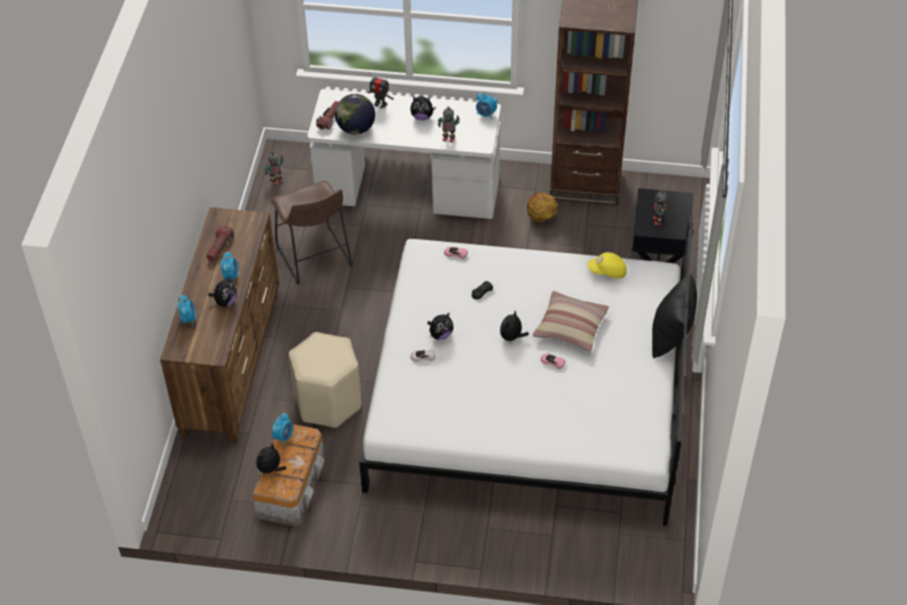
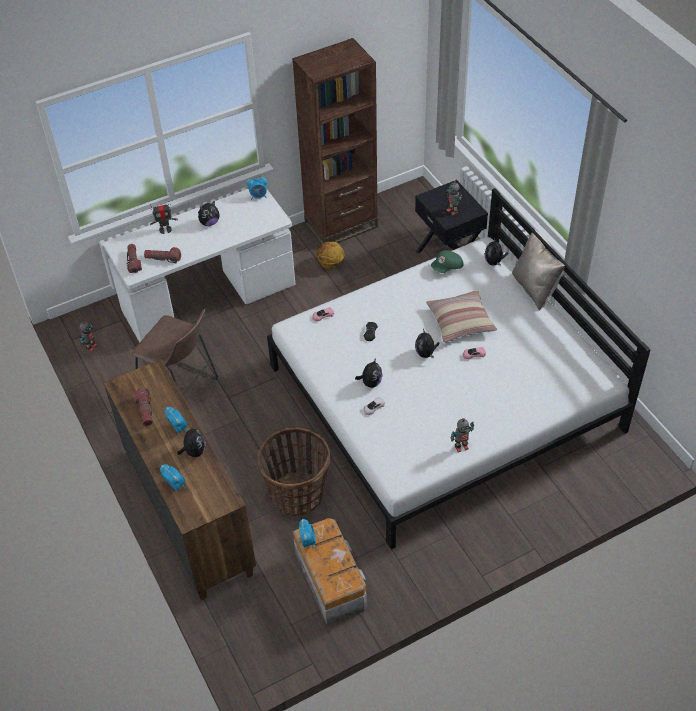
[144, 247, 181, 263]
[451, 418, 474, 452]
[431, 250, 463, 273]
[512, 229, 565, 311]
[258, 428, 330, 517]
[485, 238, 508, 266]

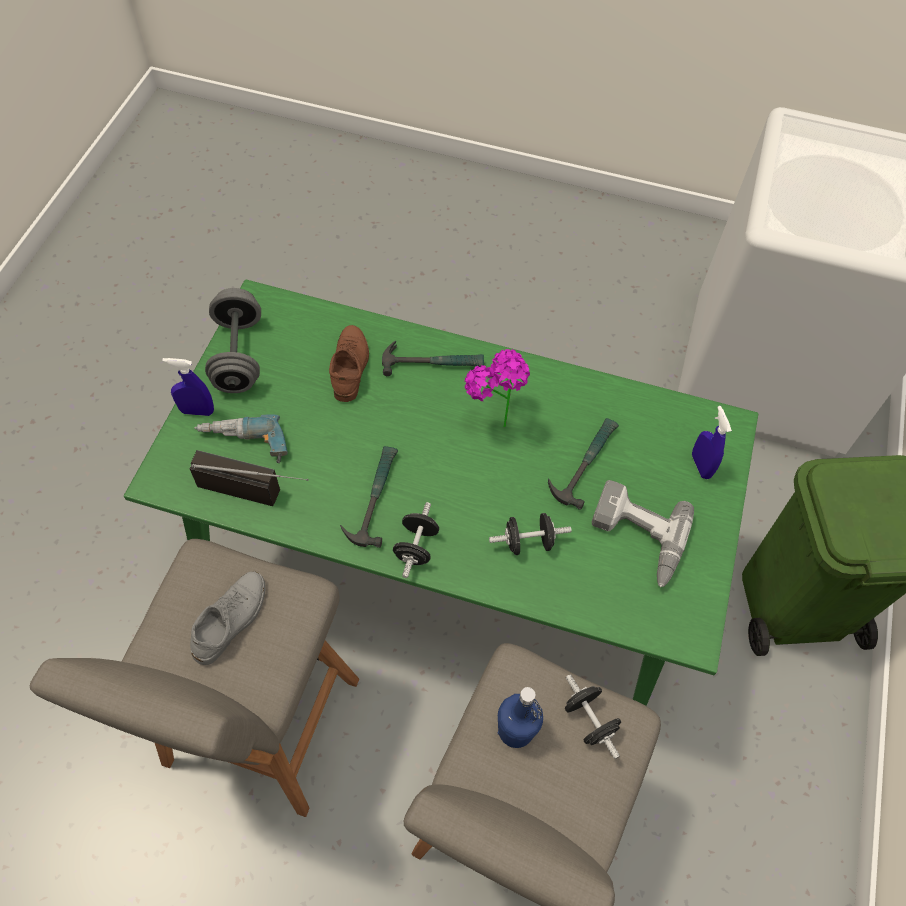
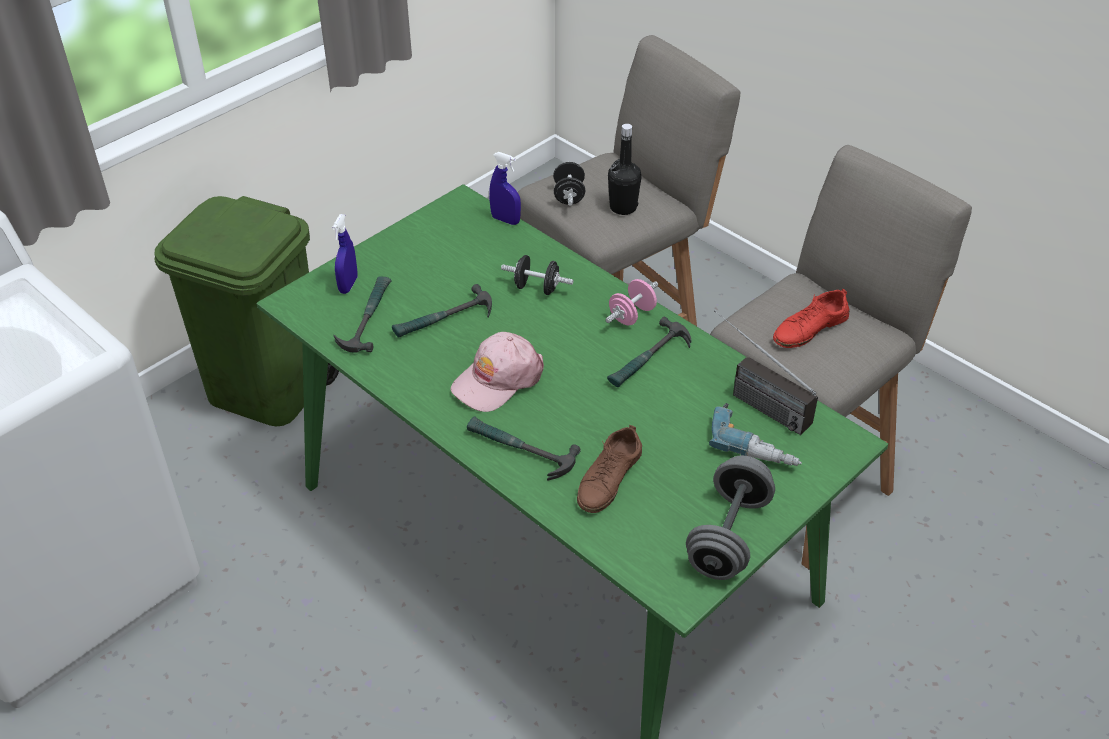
[450, 332, 544, 412]
[489, 152, 521, 225]
[592, 480, 694, 588] (first image)
[605, 279, 658, 325]
[773, 288, 849, 348]
[608, 124, 642, 215]
[333, 276, 391, 353]

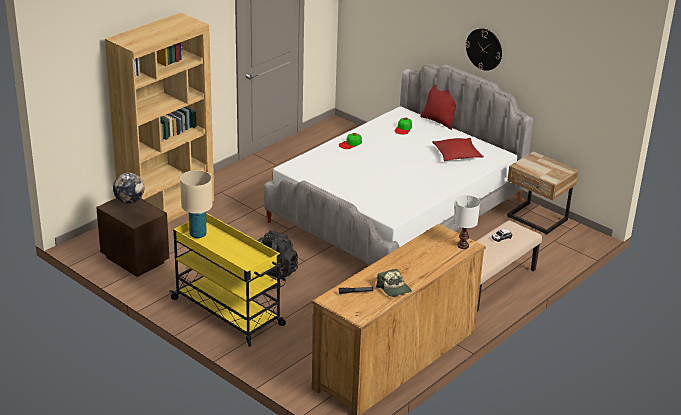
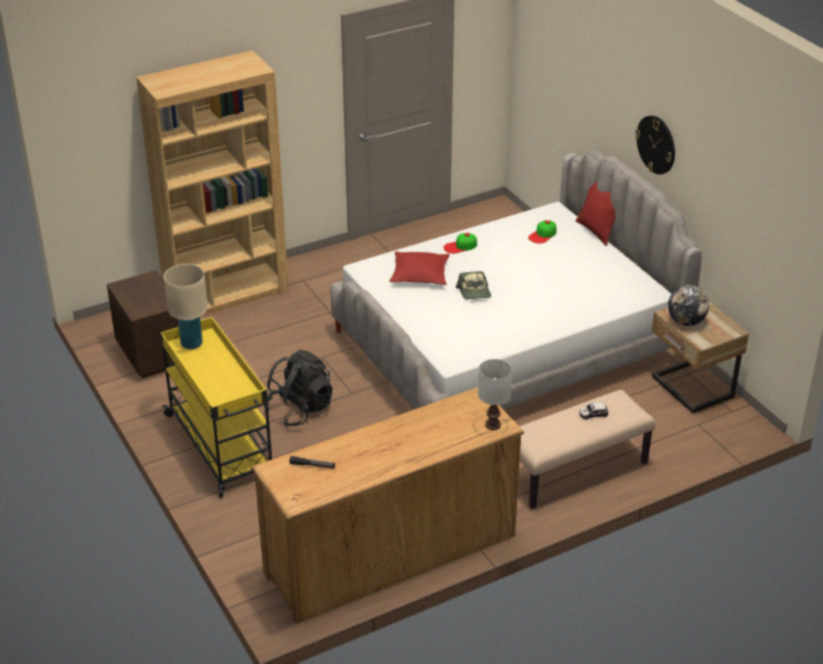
[389, 251, 450, 285]
[668, 285, 709, 326]
[456, 271, 491, 300]

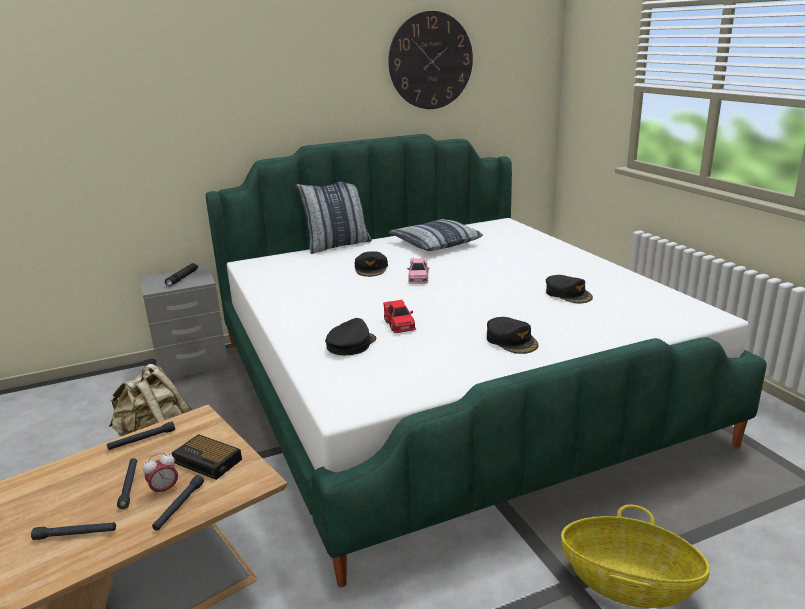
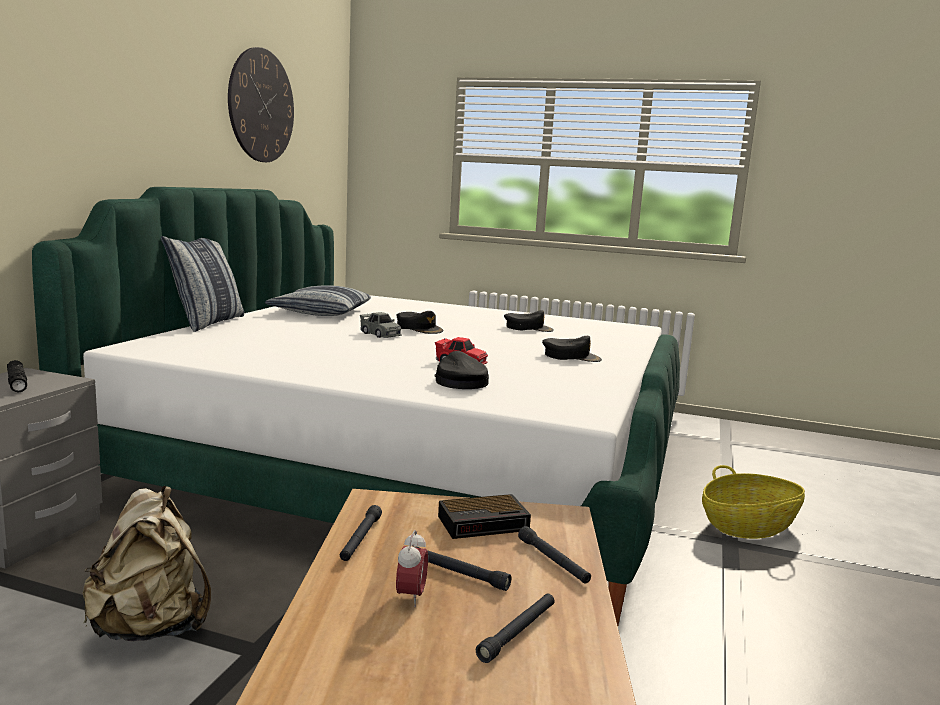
[397, 311, 443, 334]
[360, 312, 402, 338]
[396, 530, 428, 607]

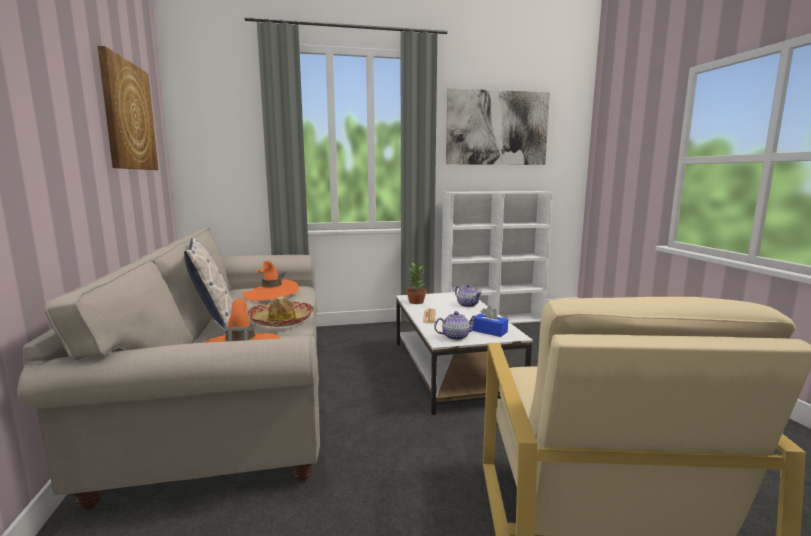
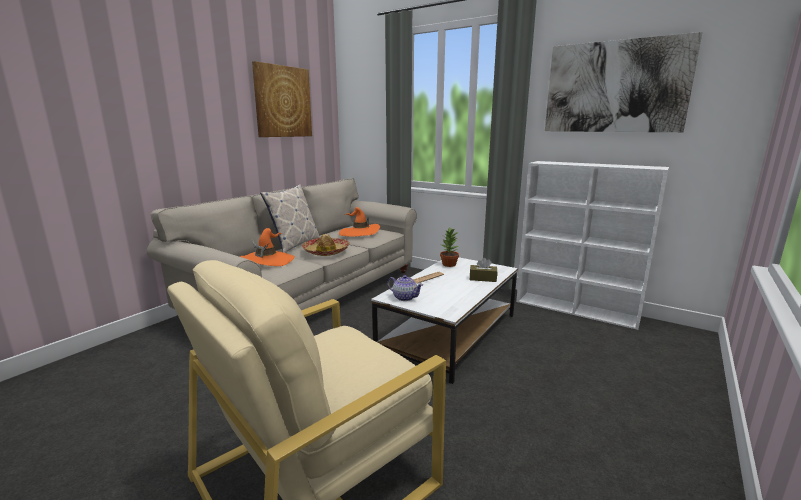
[470, 258, 497, 282]
[472, 306, 508, 337] (first image)

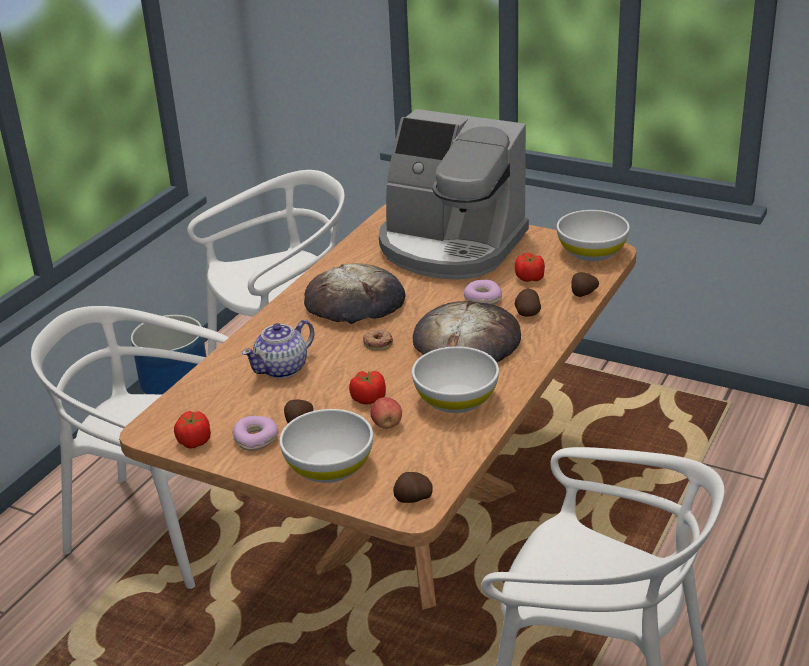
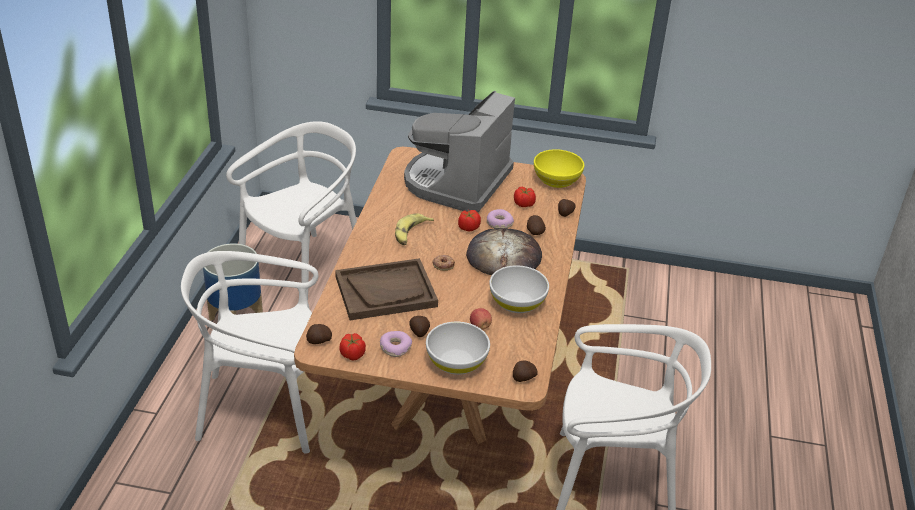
[404, 91, 515, 212]
[534, 149, 584, 188]
[395, 213, 434, 245]
[335, 258, 438, 320]
[458, 210, 481, 232]
[306, 324, 332, 344]

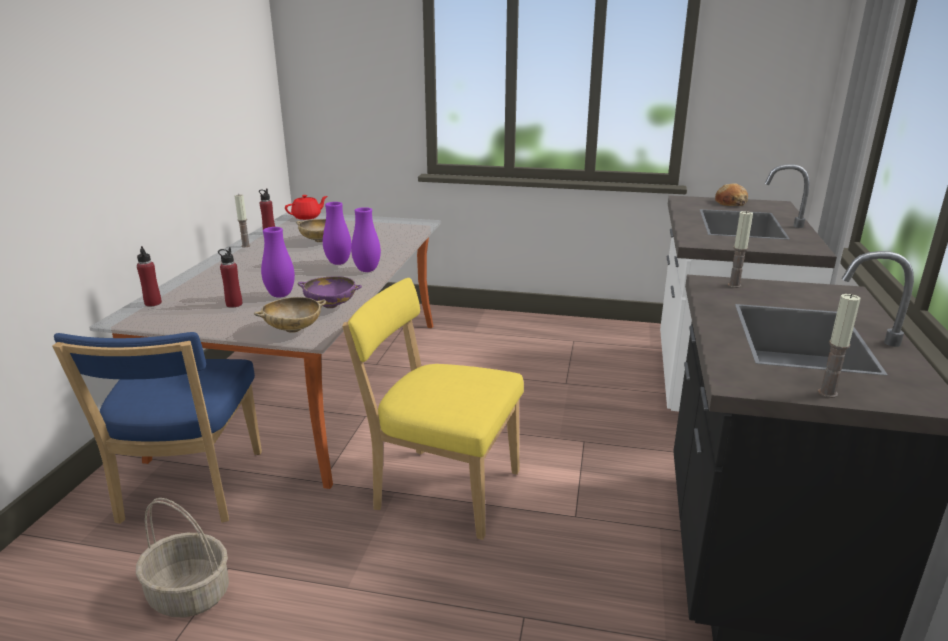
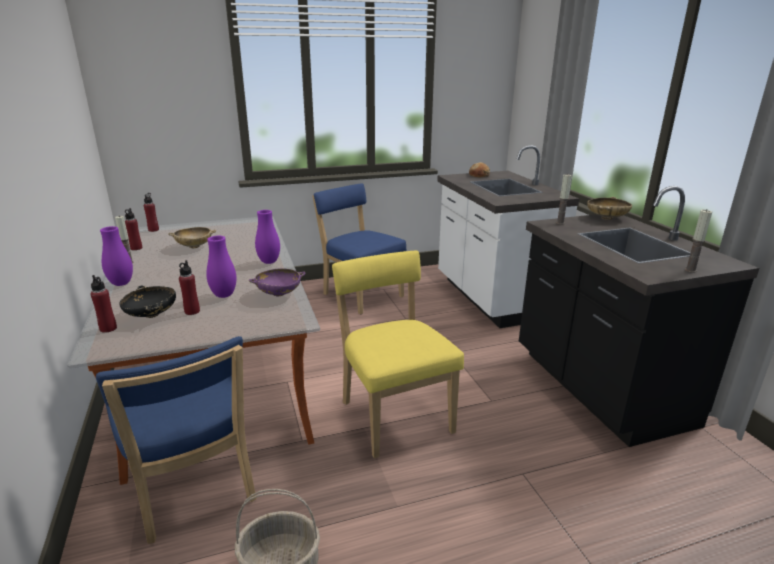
[144, 193, 159, 232]
[100, 226, 133, 286]
[332, 251, 464, 458]
[587, 197, 632, 220]
[312, 183, 406, 314]
[119, 286, 176, 318]

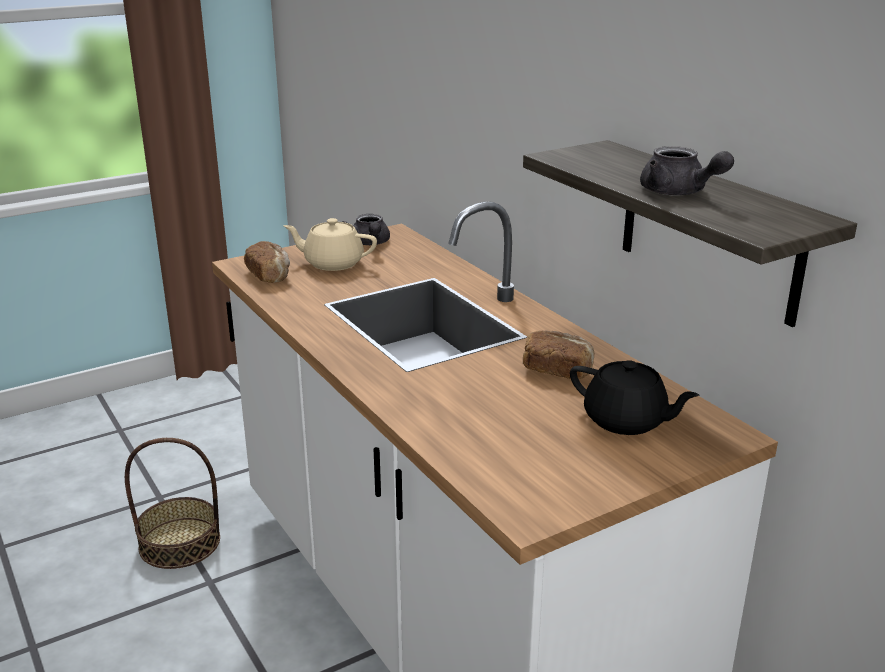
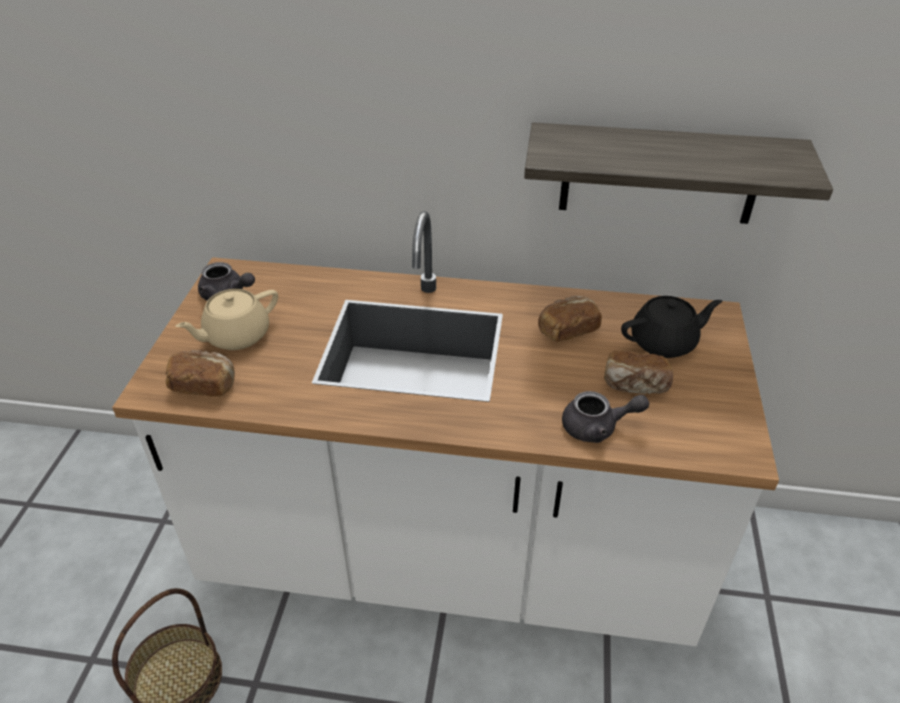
[562, 391, 649, 443]
[604, 351, 673, 394]

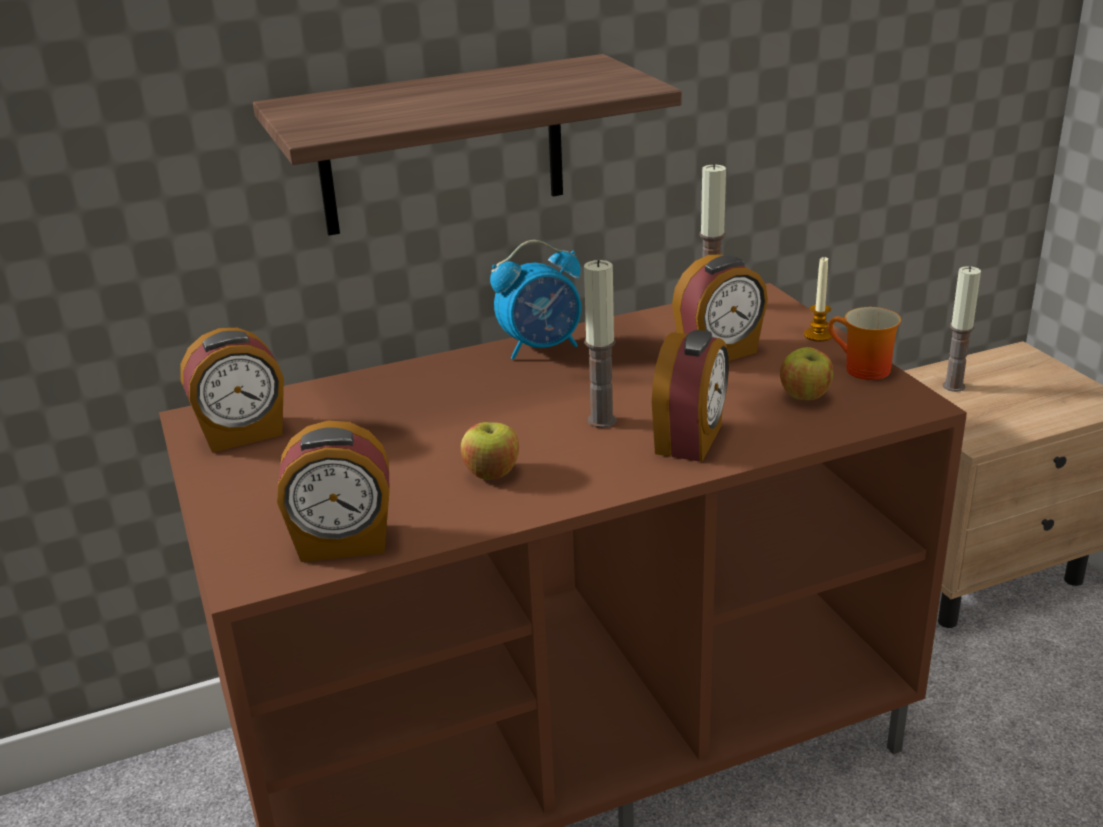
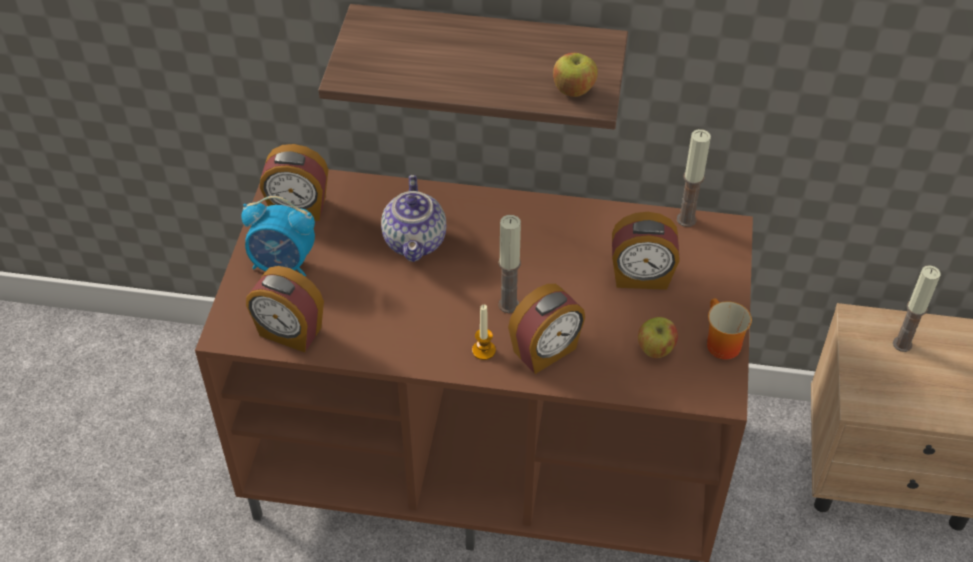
[241, 196, 315, 277]
[472, 305, 496, 360]
[553, 53, 598, 97]
[381, 175, 446, 262]

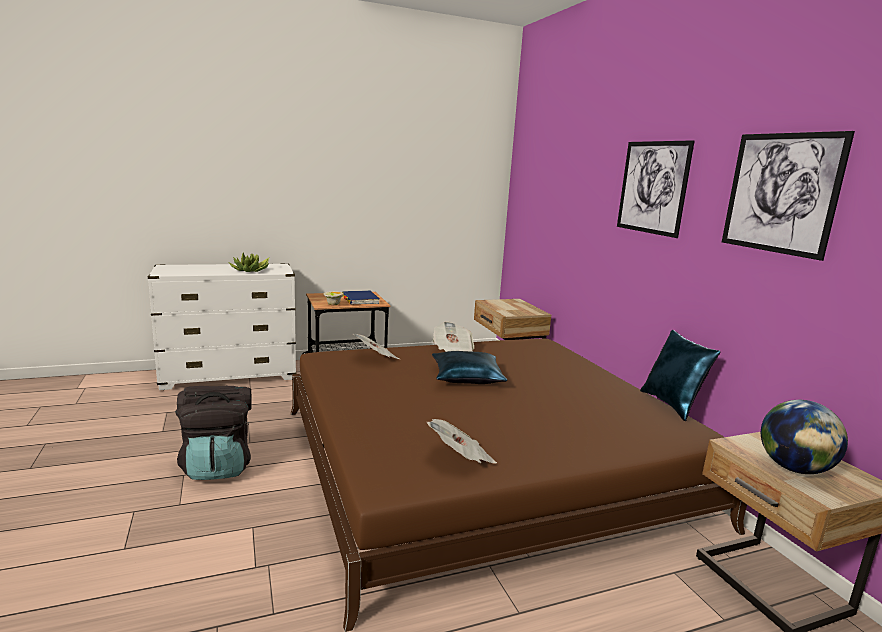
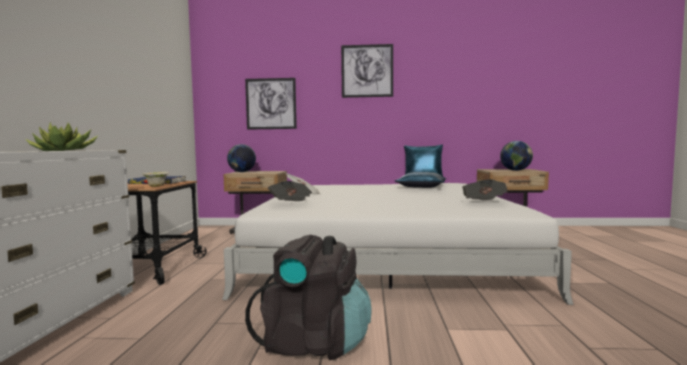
[245, 78, 297, 130]
[222, 183, 574, 305]
[395, 172, 446, 188]
[227, 144, 256, 172]

